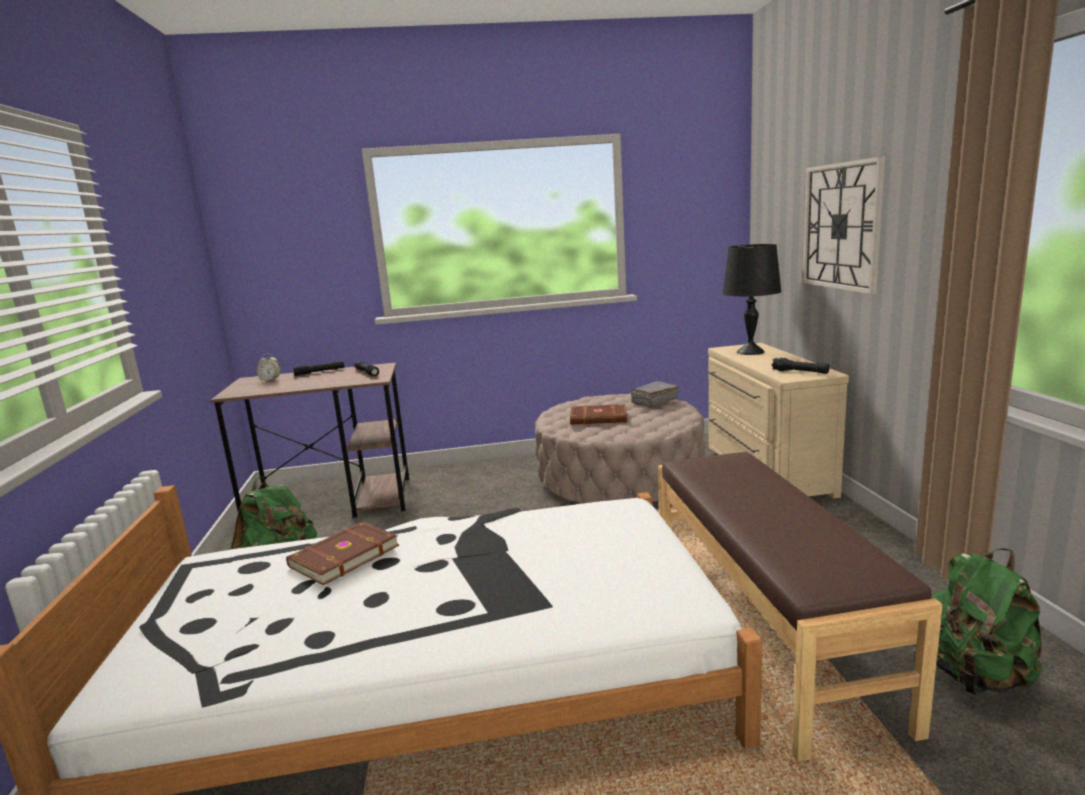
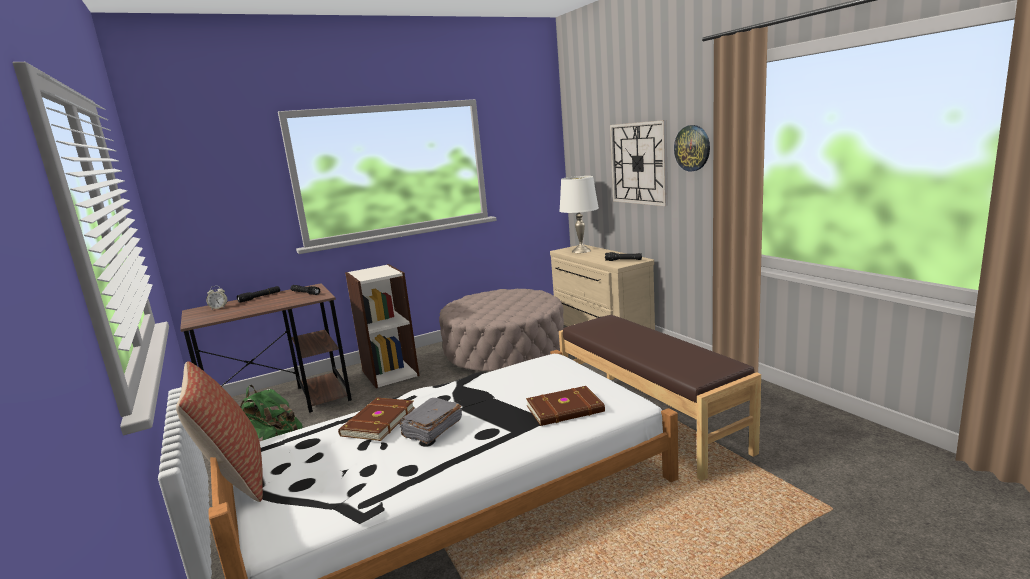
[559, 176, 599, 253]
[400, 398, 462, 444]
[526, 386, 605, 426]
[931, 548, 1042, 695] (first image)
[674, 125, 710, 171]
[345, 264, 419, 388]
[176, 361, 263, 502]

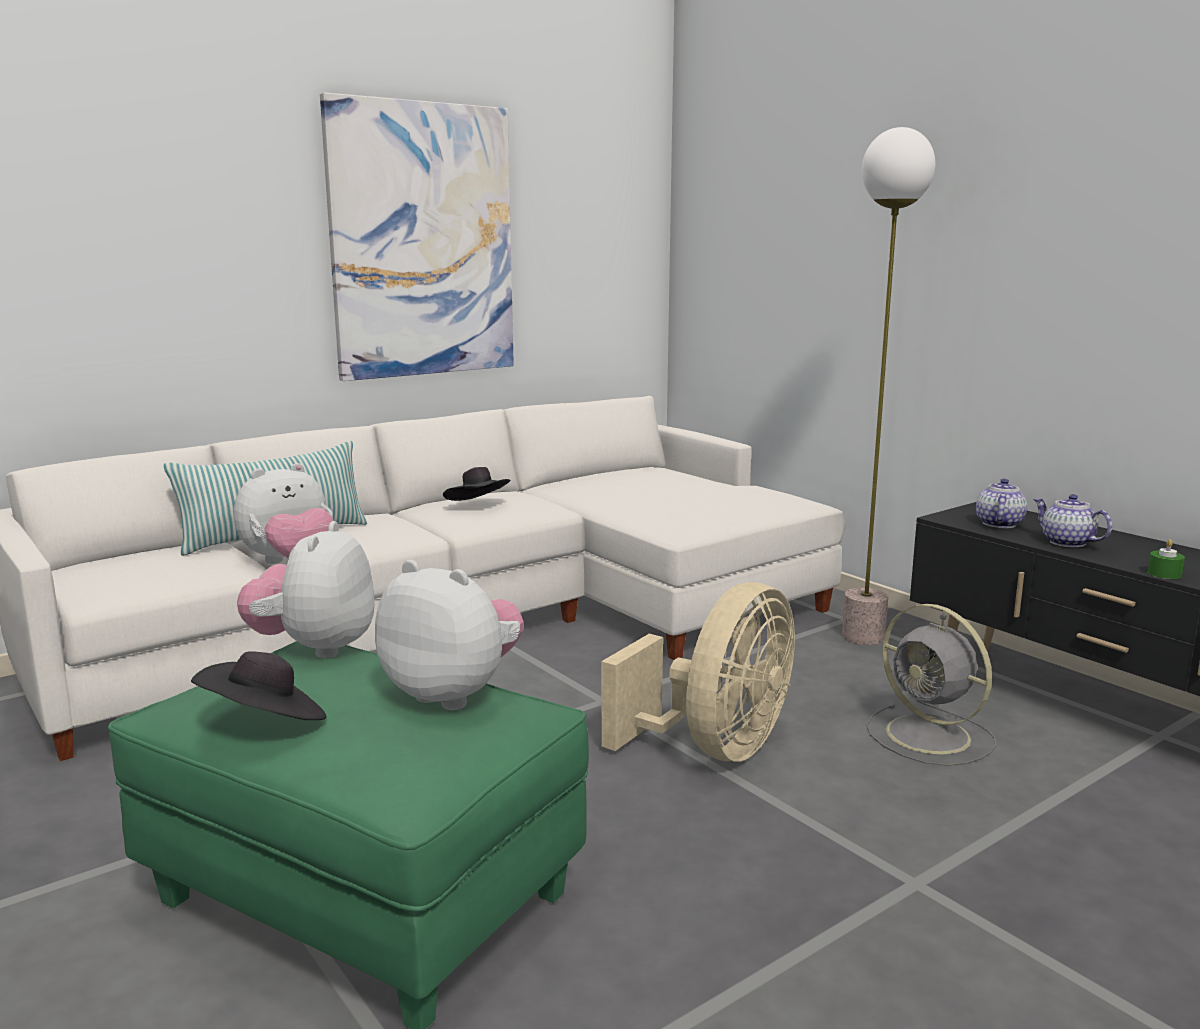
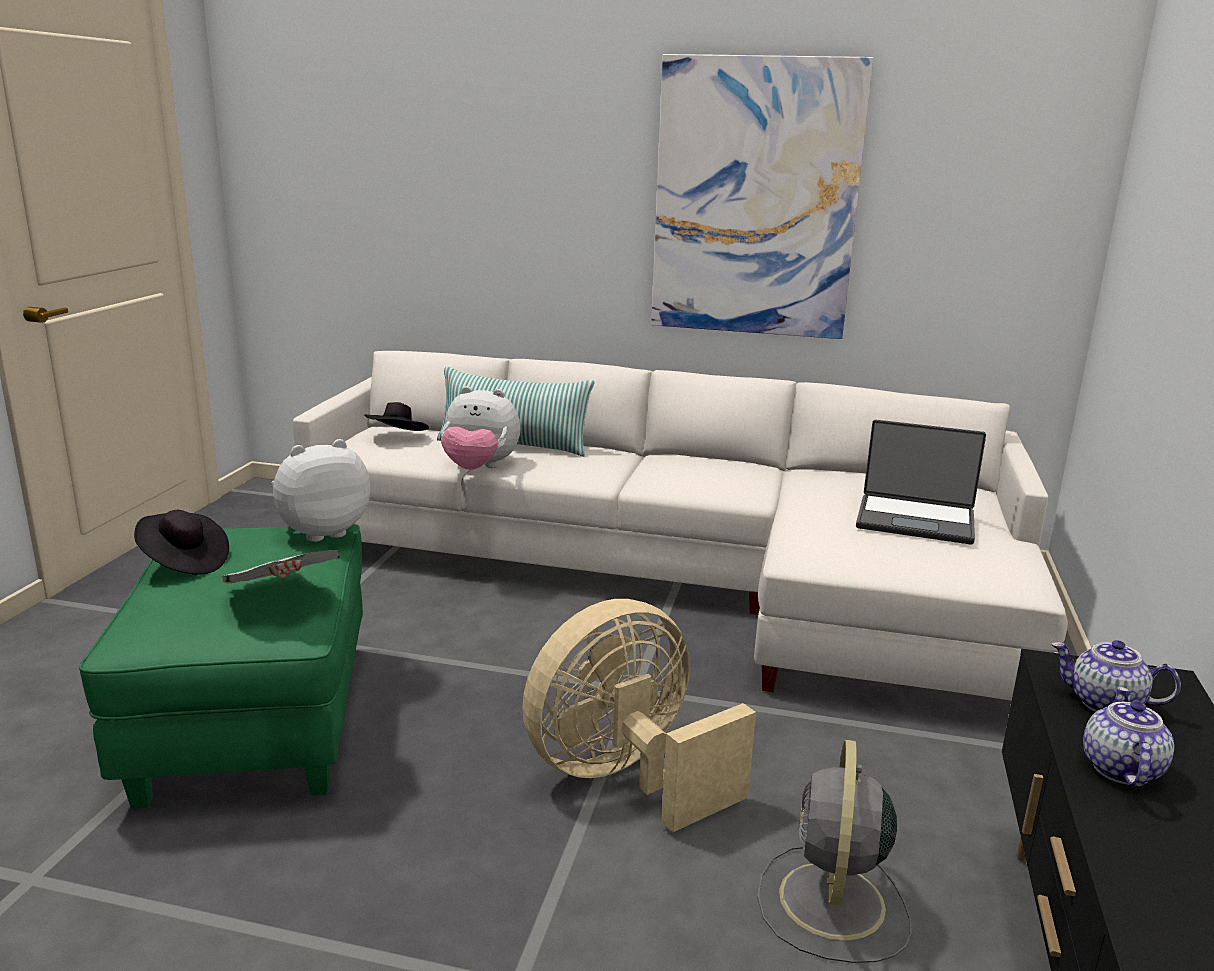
[842, 127, 935, 645] (first image)
[364, 402, 429, 431]
[1051, 640, 1181, 712]
[1148, 539, 1185, 579] (first image)
[222, 550, 341, 584]
[522, 599, 756, 832]
[856, 420, 986, 544]

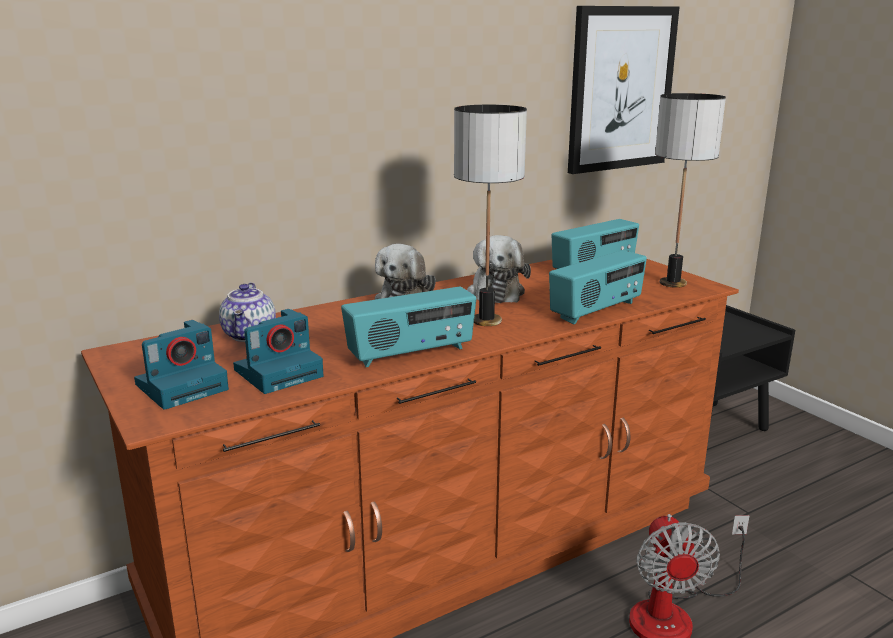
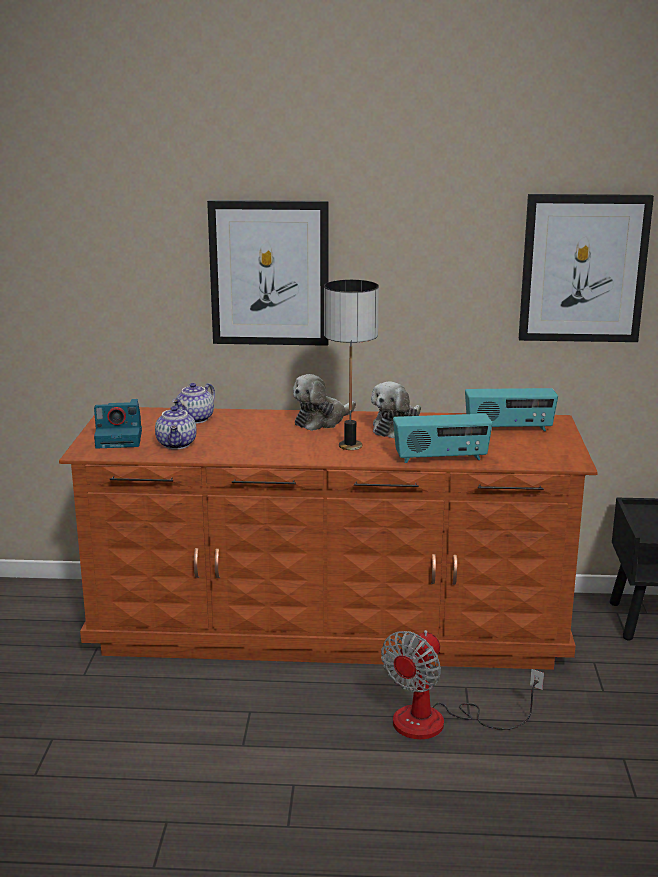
[655, 93, 726, 288] (first image)
[341, 287, 476, 367] (first image)
[155, 405, 197, 449]
[207, 200, 329, 346]

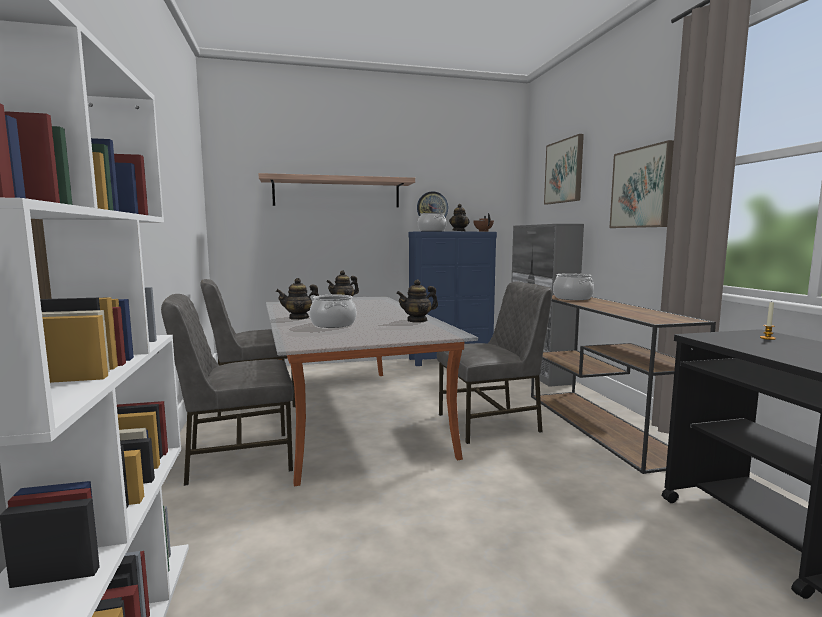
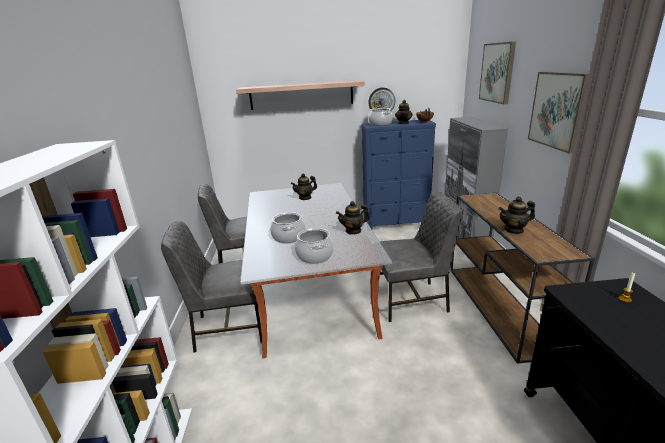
[295, 228, 334, 264]
[498, 196, 535, 234]

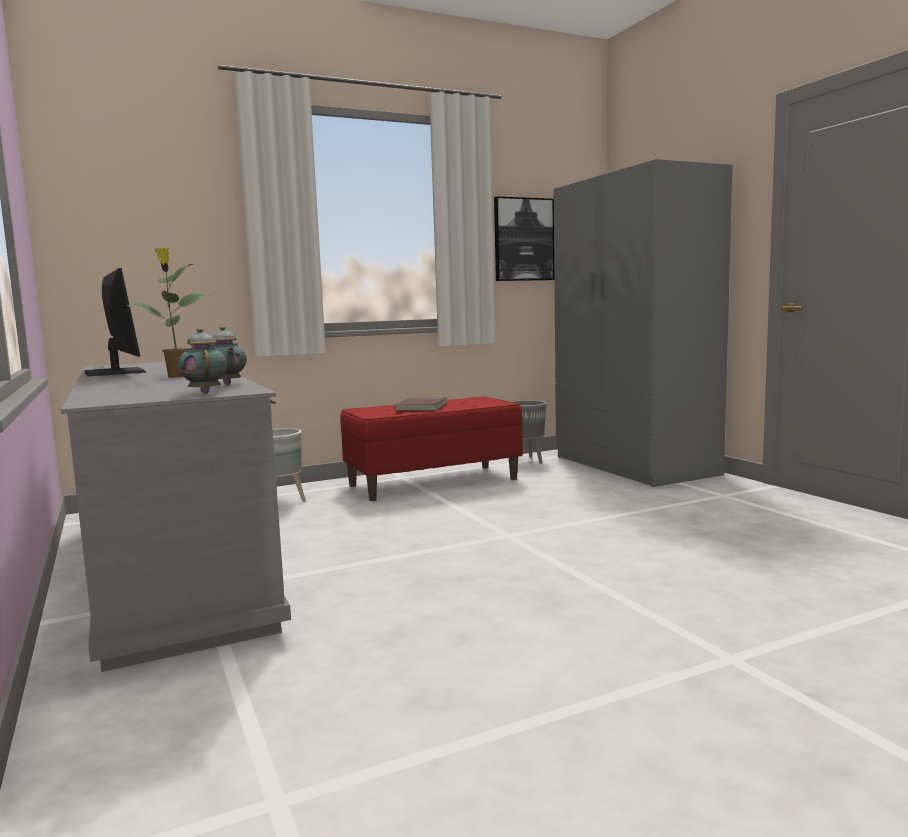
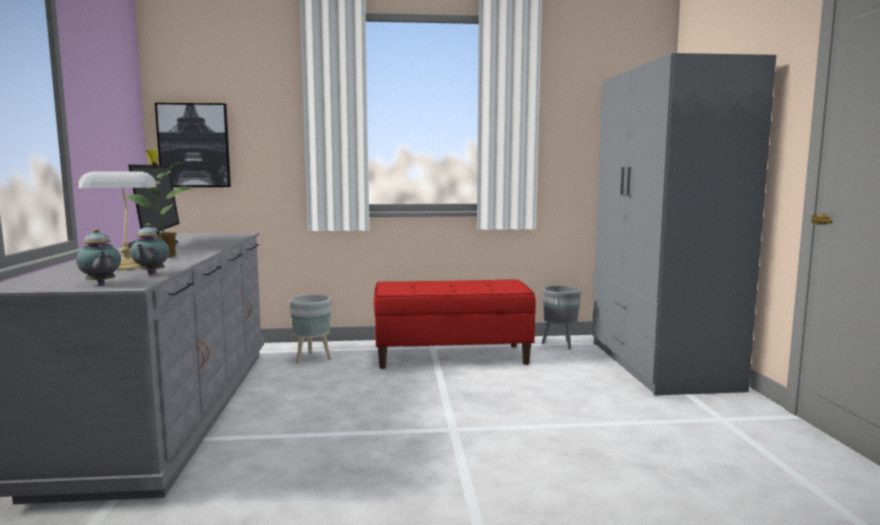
[155, 103, 231, 187]
[76, 229, 121, 285]
[395, 397, 447, 411] (first image)
[76, 171, 161, 270]

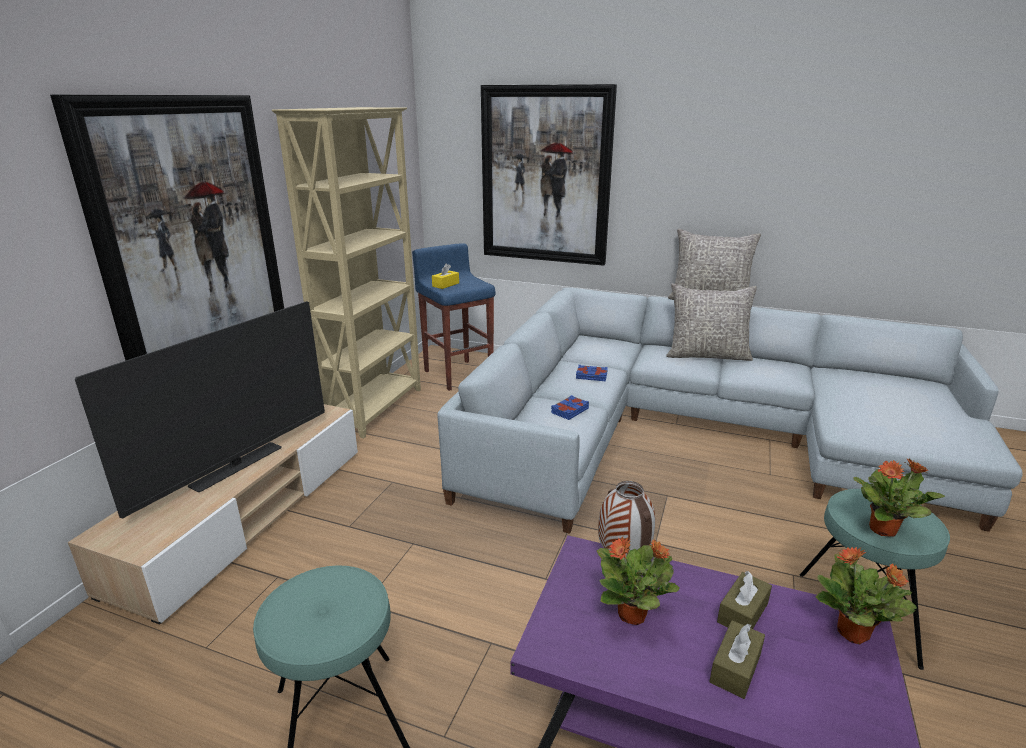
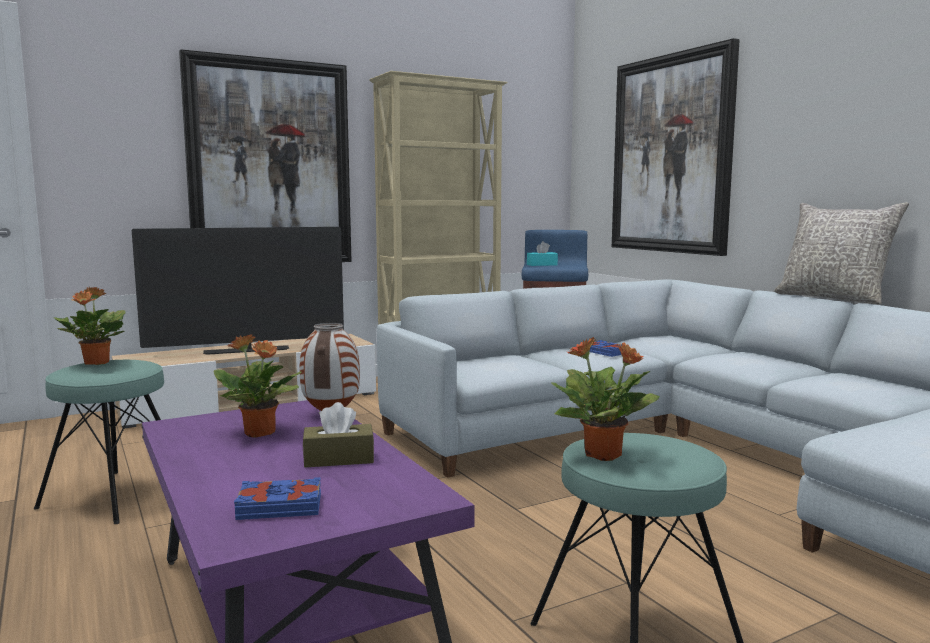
[527, 241, 558, 266]
[666, 283, 757, 361] (first image)
[234, 477, 321, 520]
[54, 287, 125, 365]
[709, 621, 765, 699] (first image)

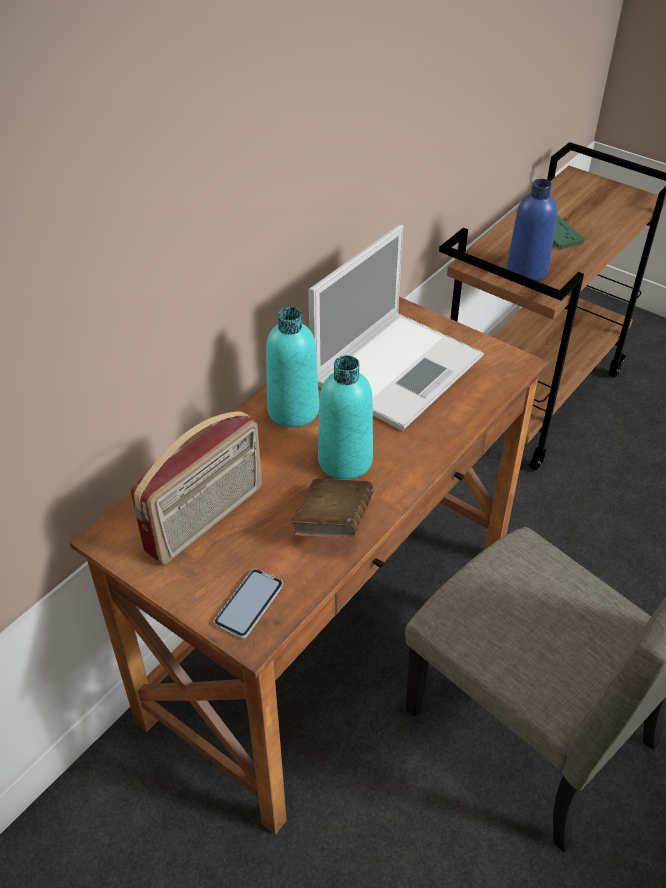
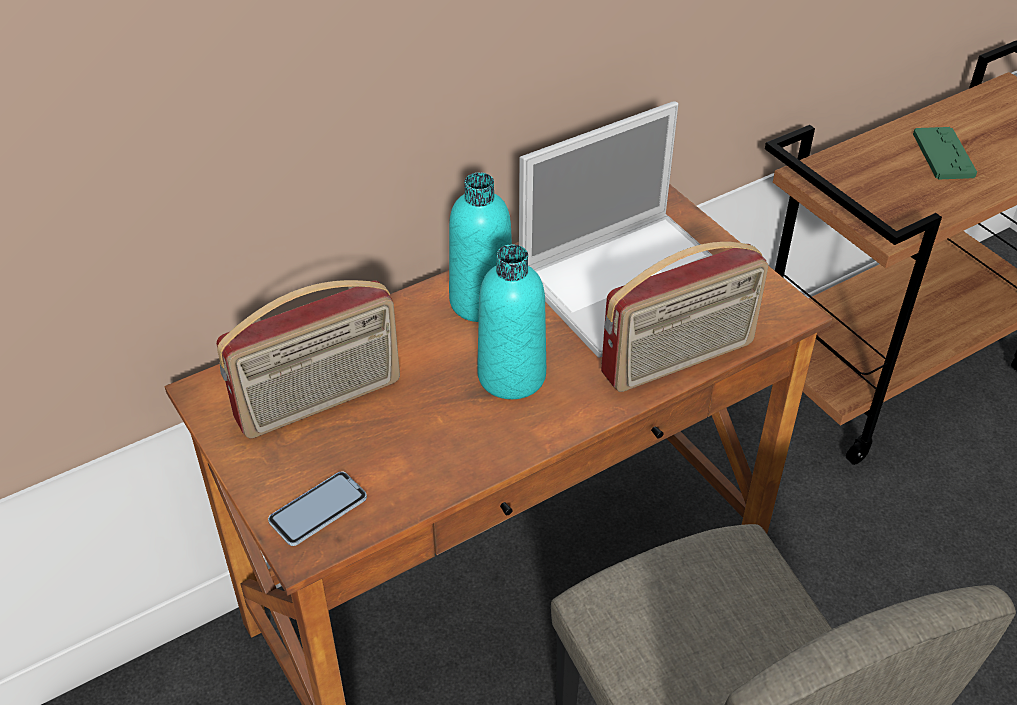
[507, 179, 557, 281] (first image)
[291, 479, 374, 537] (first image)
[601, 242, 768, 392]

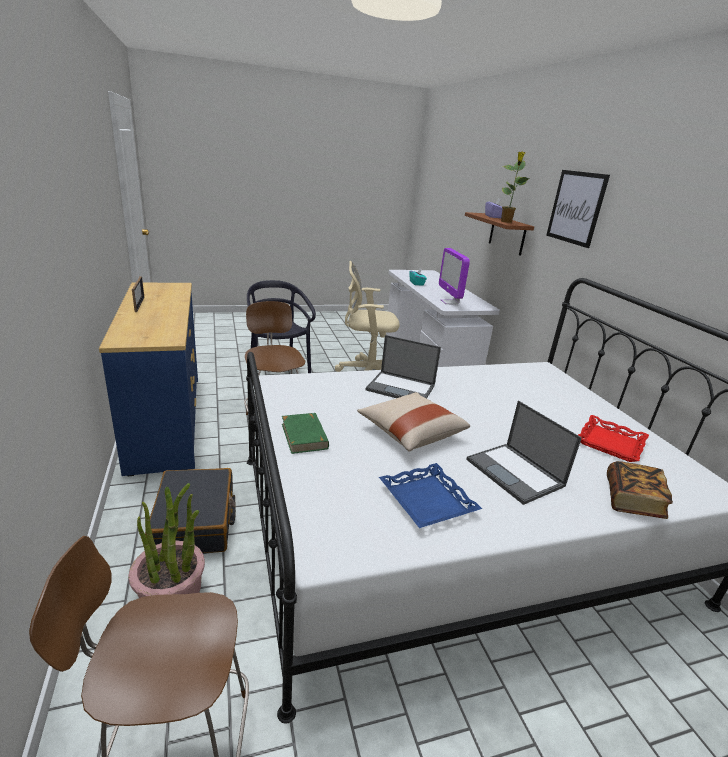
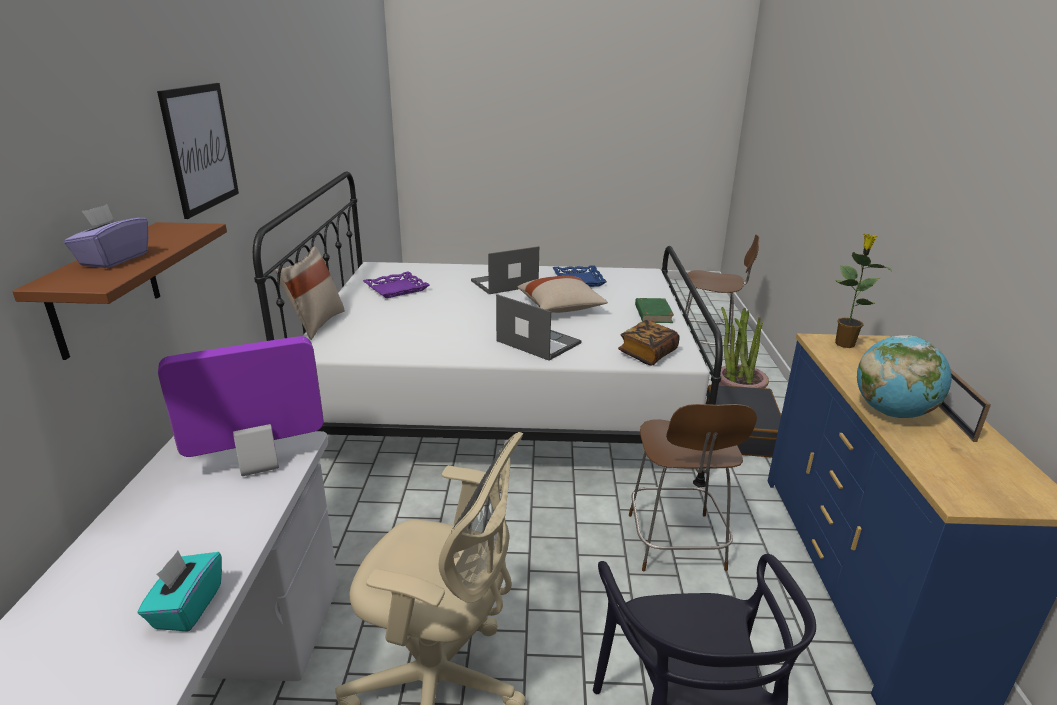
[835, 234, 892, 348]
[158, 336, 324, 476]
[471, 246, 539, 294]
[363, 271, 430, 298]
[618, 320, 680, 366]
[275, 246, 345, 340]
[857, 335, 952, 418]

